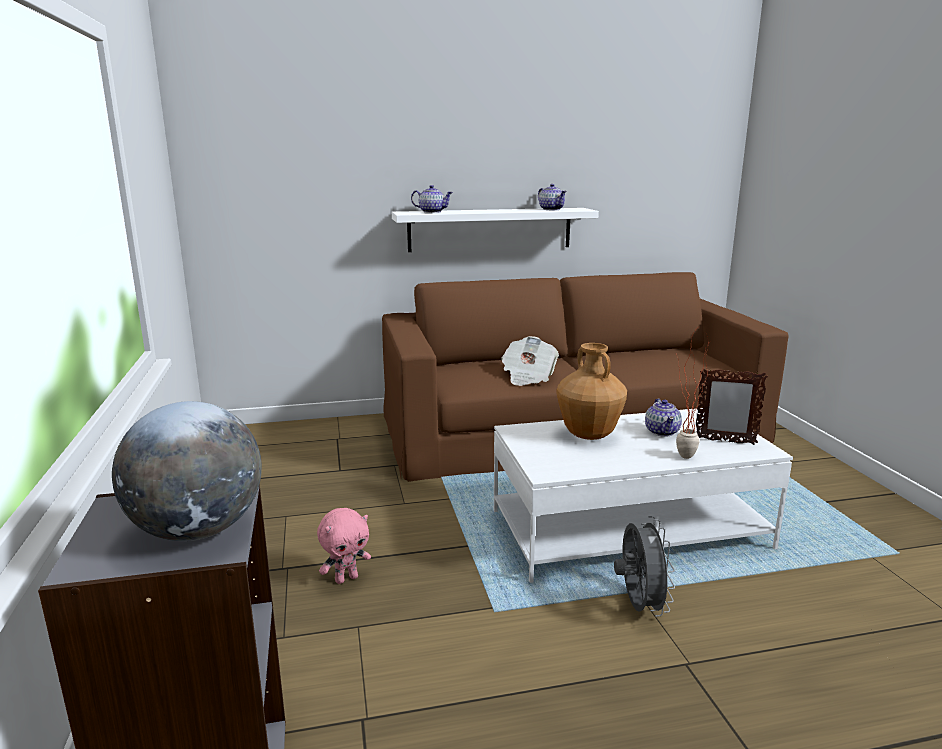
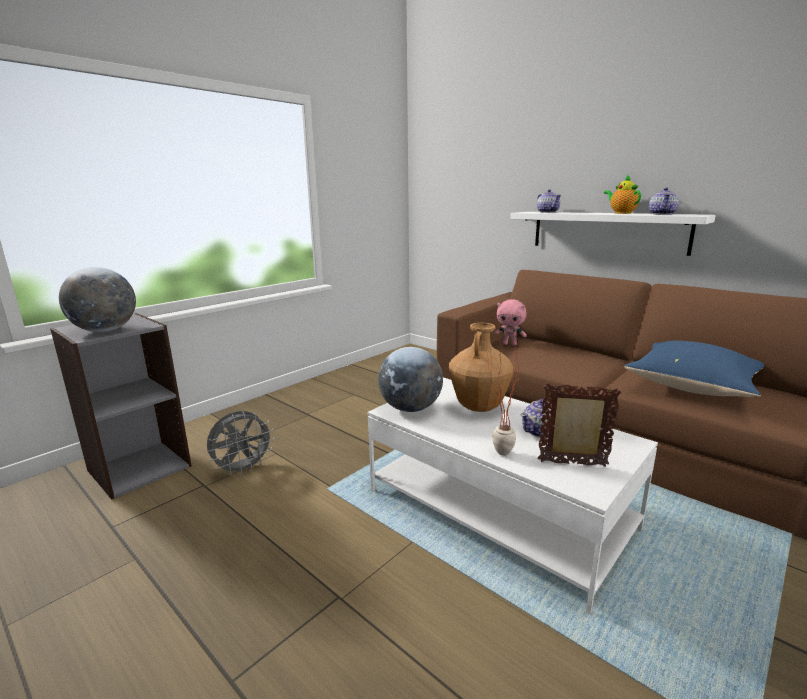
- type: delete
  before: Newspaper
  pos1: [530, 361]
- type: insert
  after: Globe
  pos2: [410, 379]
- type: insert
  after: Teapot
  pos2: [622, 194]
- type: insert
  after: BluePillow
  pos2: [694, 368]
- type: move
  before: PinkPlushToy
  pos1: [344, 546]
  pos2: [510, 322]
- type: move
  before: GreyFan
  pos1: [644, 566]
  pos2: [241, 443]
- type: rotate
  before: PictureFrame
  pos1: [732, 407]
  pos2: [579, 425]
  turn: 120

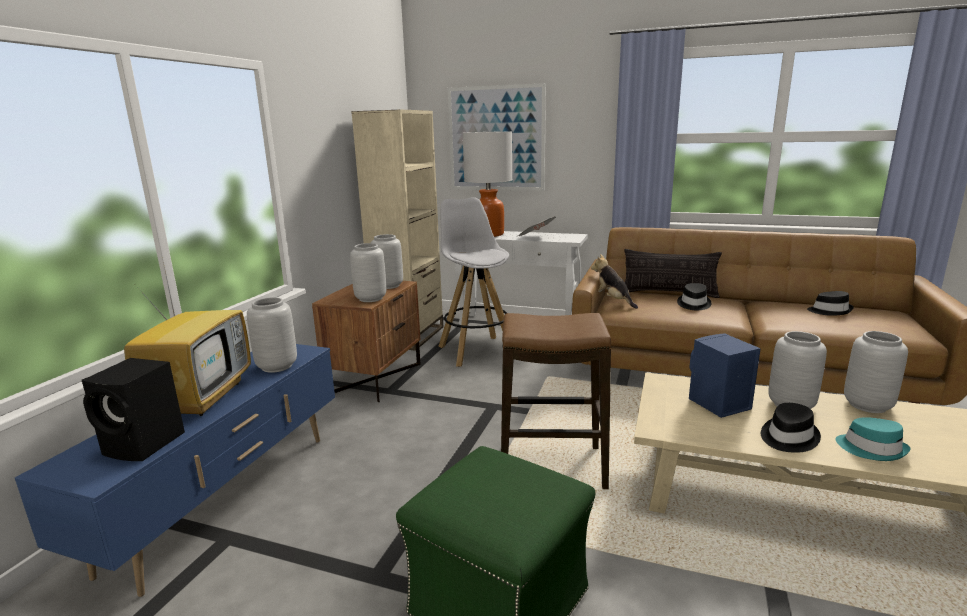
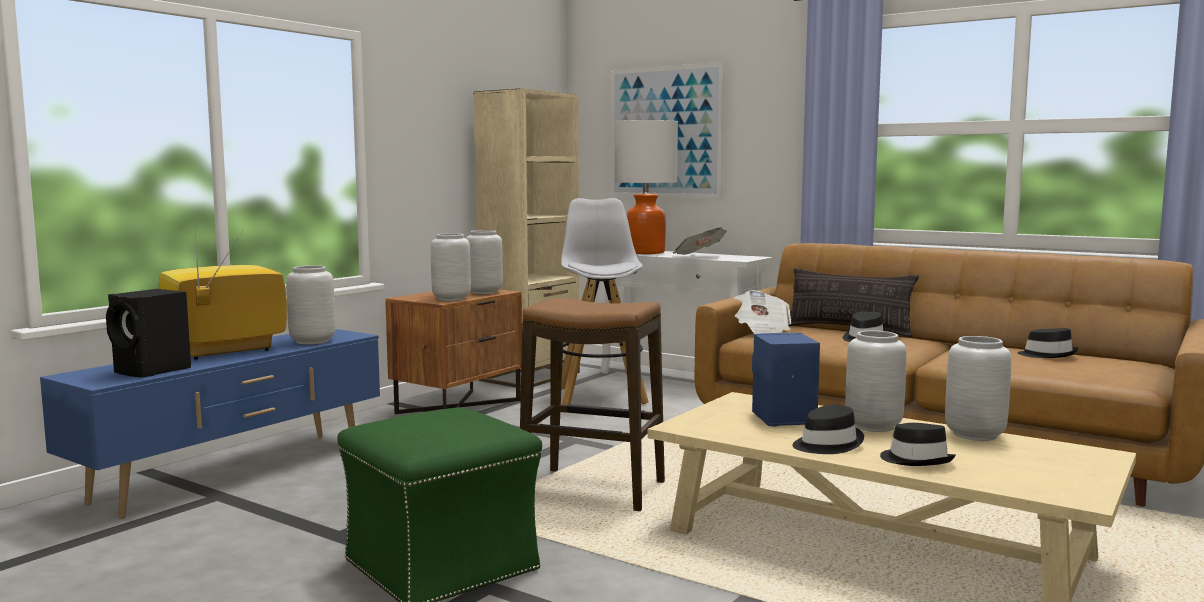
- type: replace
  before: PlushToy
  after: Newspaper
  pos1: [614, 281]
  pos2: [762, 312]
- type: recolor
  before: TurquoiseHat
  after: BlackHat
  pos1: [873, 439]
  pos2: [918, 444]
- type: rotate
  before: Television
  pos1: [187, 341]
  pos2: [222, 289]
  turn: -150

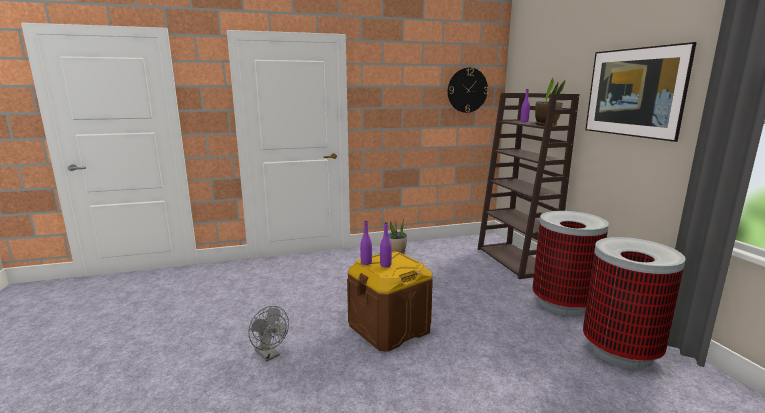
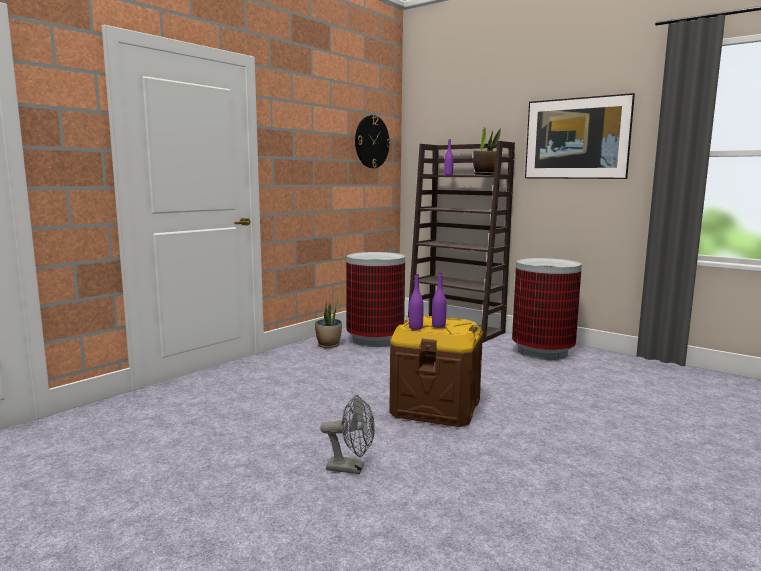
- type: move
  before: TrashCan
  pos1: [634, 303]
  pos2: [375, 299]

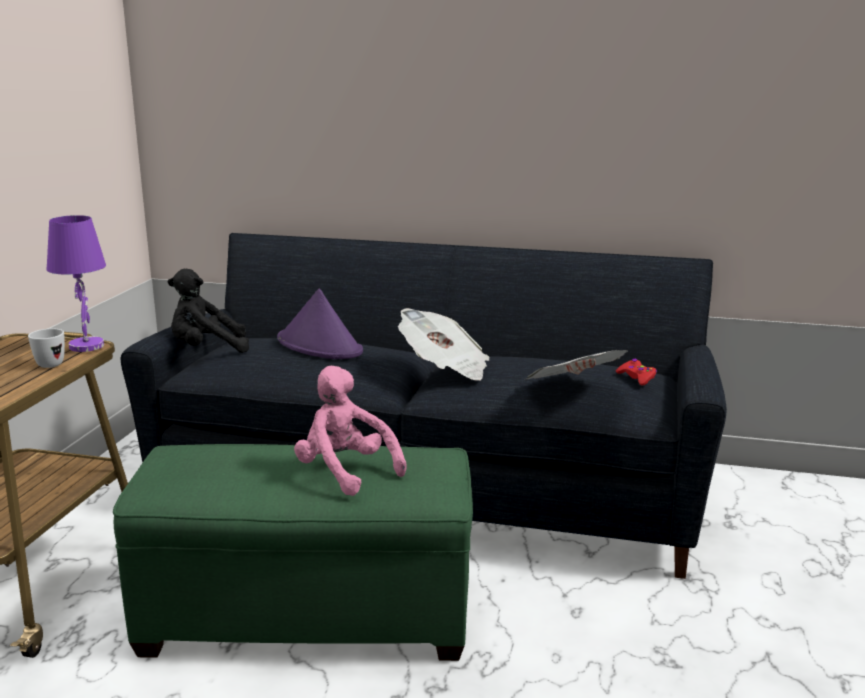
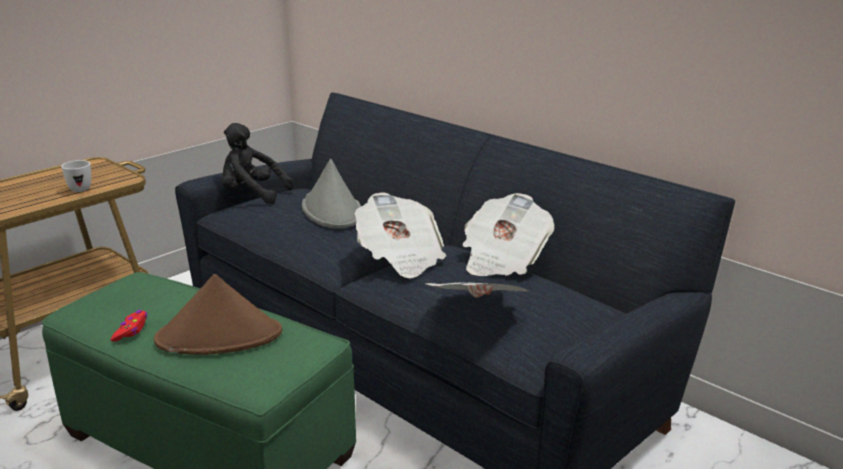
- type: delete
  before: PurpleTableLamp
  pos1: [76, 283]
- type: insert
  after: Newspaper
  pos2: [508, 234]
- type: move
  before: RedGameController
  pos1: [636, 372]
  pos2: [129, 326]
- type: replace
  before: PinkPlushToy
  after: BrownHat
  pos1: [350, 431]
  pos2: [218, 314]
- type: recolor
  before: PurpleHat
  after: GreyHat
  pos1: [320, 324]
  pos2: [331, 194]

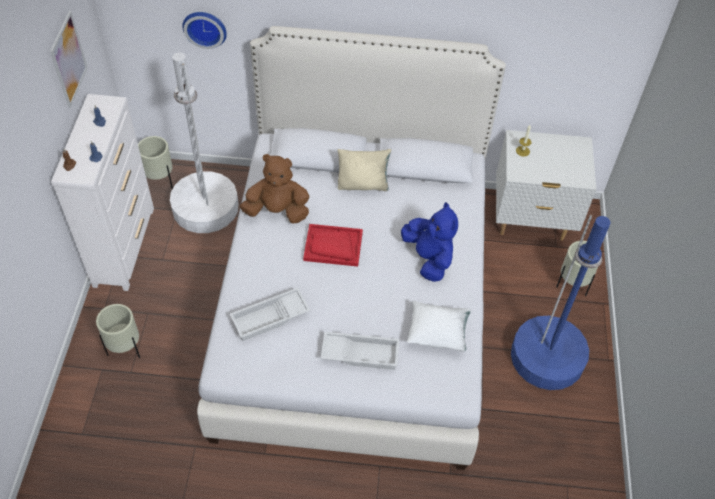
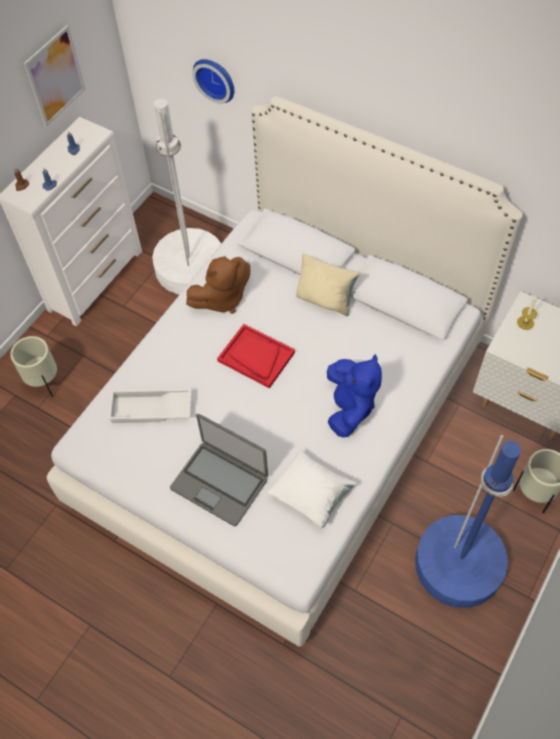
- type: delete
  before: BeigePlanter
  pos1: [155, 162]
- type: replace
  before: WhiteTray
  after: Laptop
  pos1: [360, 350]
  pos2: [219, 470]
- type: rotate
  before: BrownPlushToy
  pos1: [274, 189]
  pos2: [218, 285]
  turn: 120

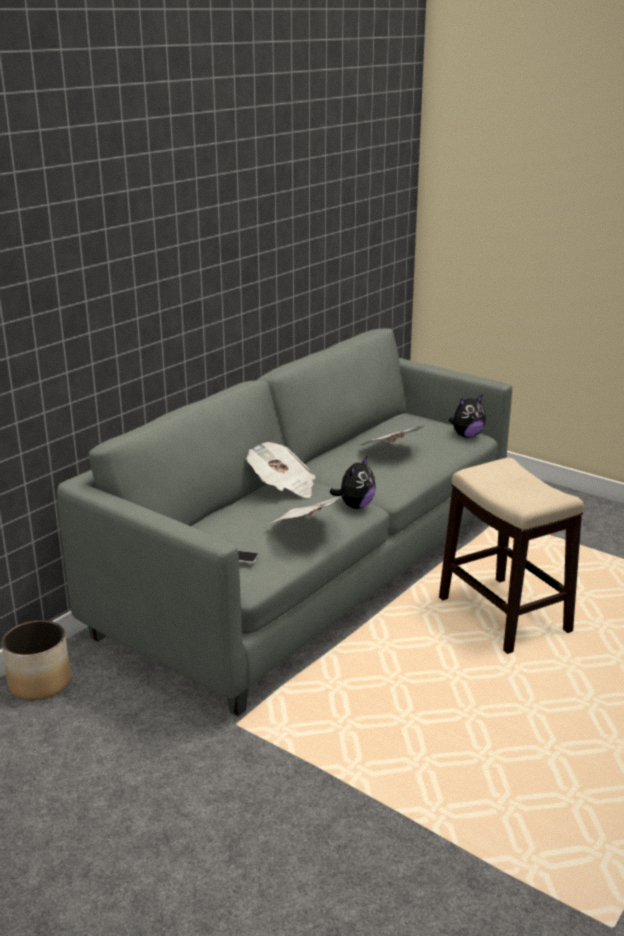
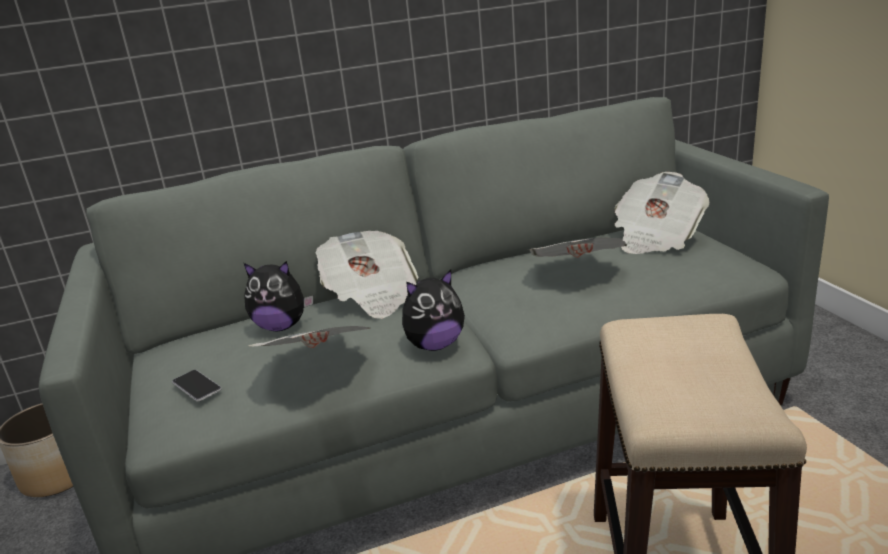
- type: insert
  after: Newspaper
  pos2: [662, 213]
- type: move
  before: PlushToy
  pos1: [467, 416]
  pos2: [278, 296]

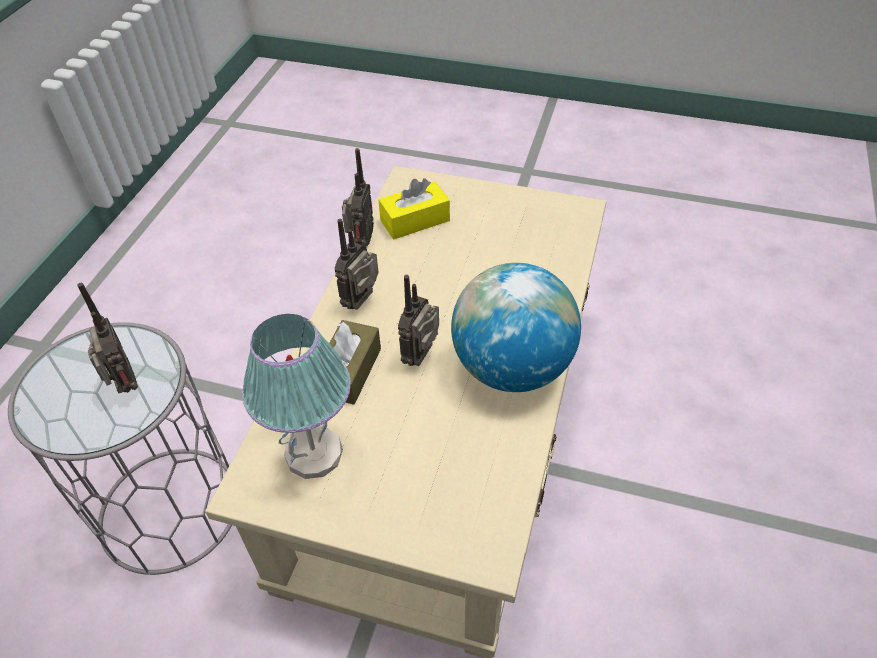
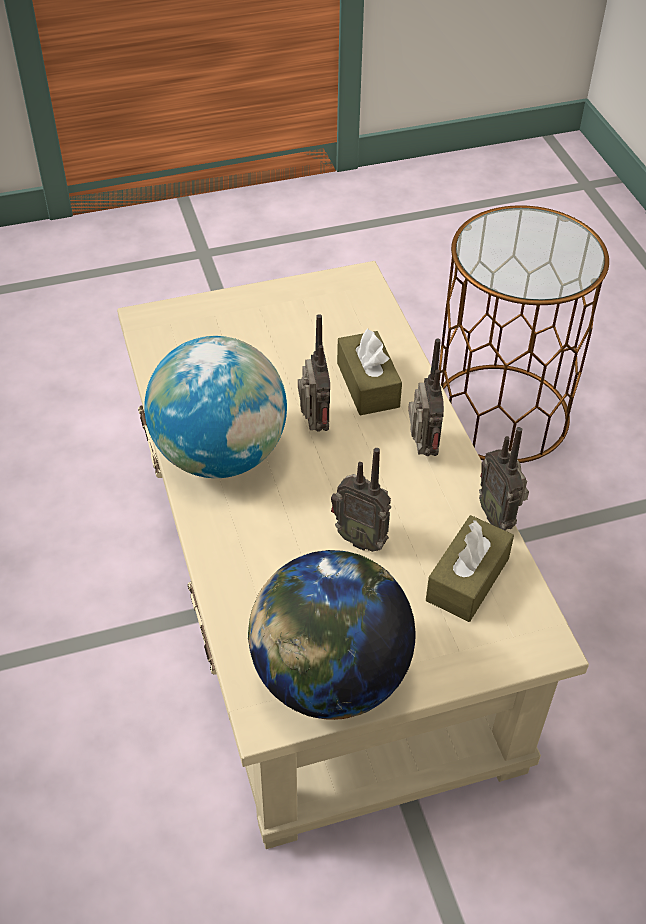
- type: delete
  before: TableLamp
  pos1: [296, 396]
- type: insert
  after: Globe
  pos2: [332, 635]
- type: move
  before: Radio
  pos1: [107, 338]
  pos2: [361, 500]
- type: recolor
  before: GreySideTable
  after: BrownSideTable
  pos1: [120, 448]
  pos2: [524, 334]
- type: recolor
  before: YellowTissueBox
  after: BrownTissueBox
  pos1: [414, 208]
  pos2: [470, 568]

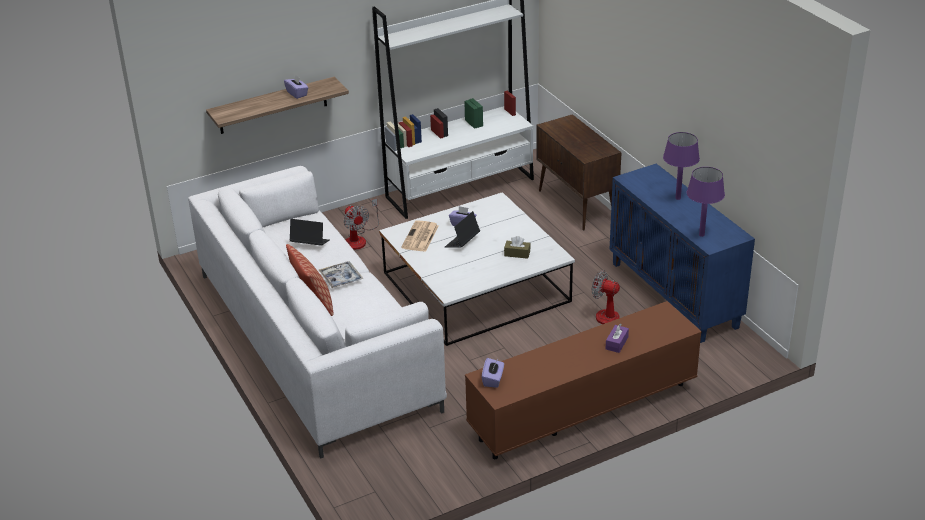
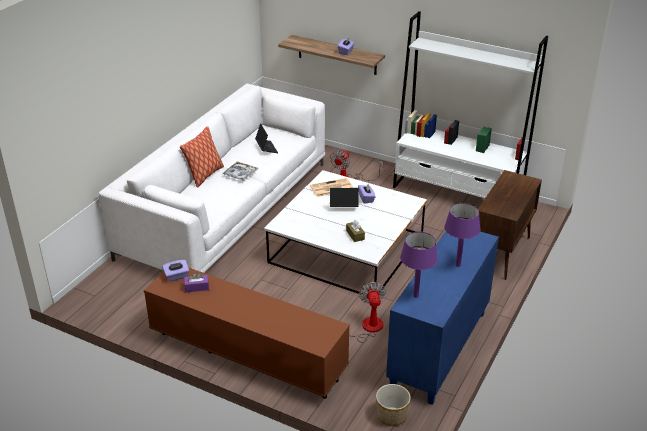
- type: insert
  after: Planter
  pos2: [393, 405]
- type: move
  before: PurpleTissueBox
  pos1: [617, 338]
  pos2: [196, 282]

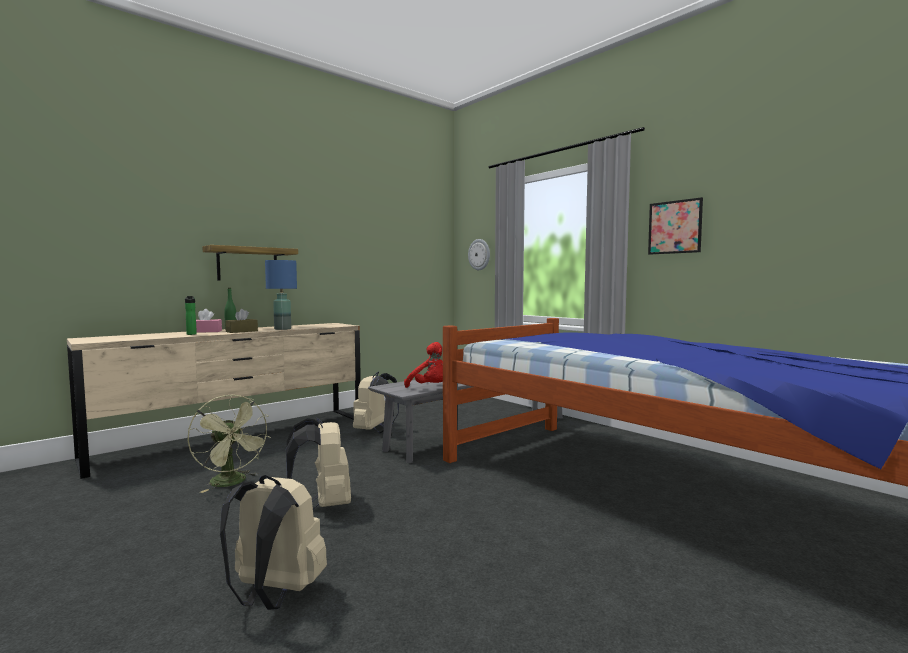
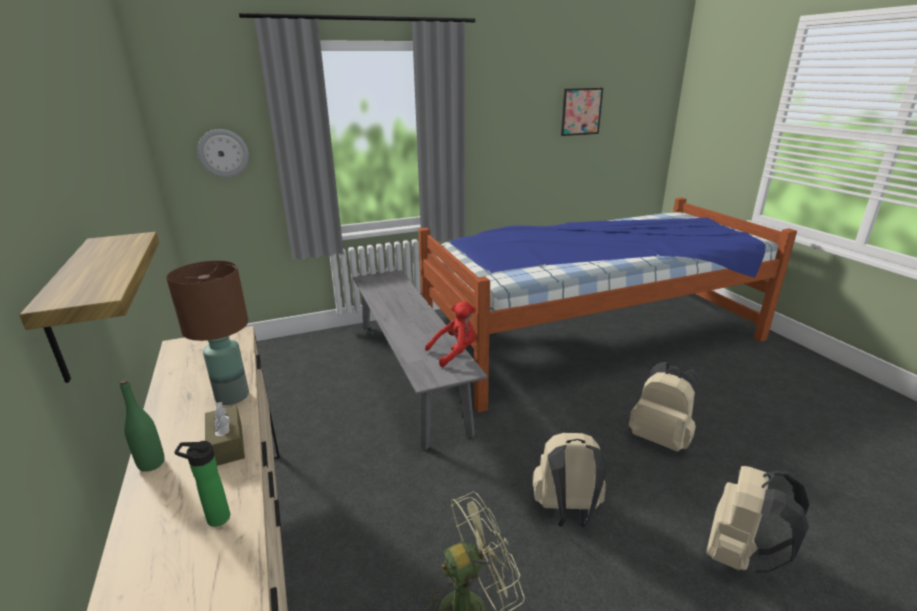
- type: delete
  before: PinkTissueBox
  pos1: [209, 321]
- type: move
  before: BeigeBackpack
  pos1: [376, 402]
  pos2: [665, 407]
- type: move
  before: Picture
  pos1: [675, 226]
  pos2: [582, 112]
- type: recolor
  before: BlueTableLamp
  after: BrownTableLamp
  pos1: [281, 295]
  pos2: [207, 332]

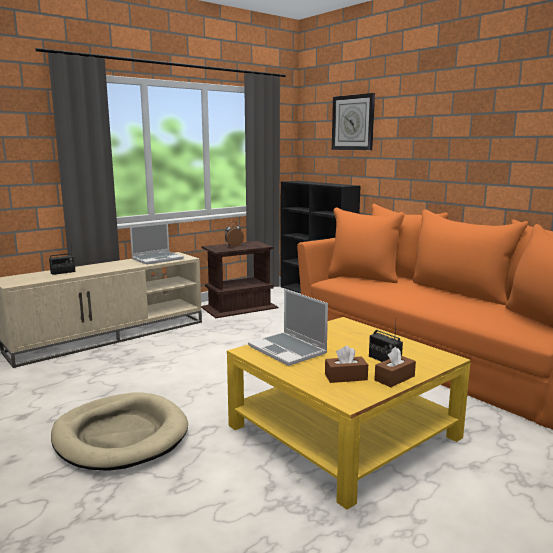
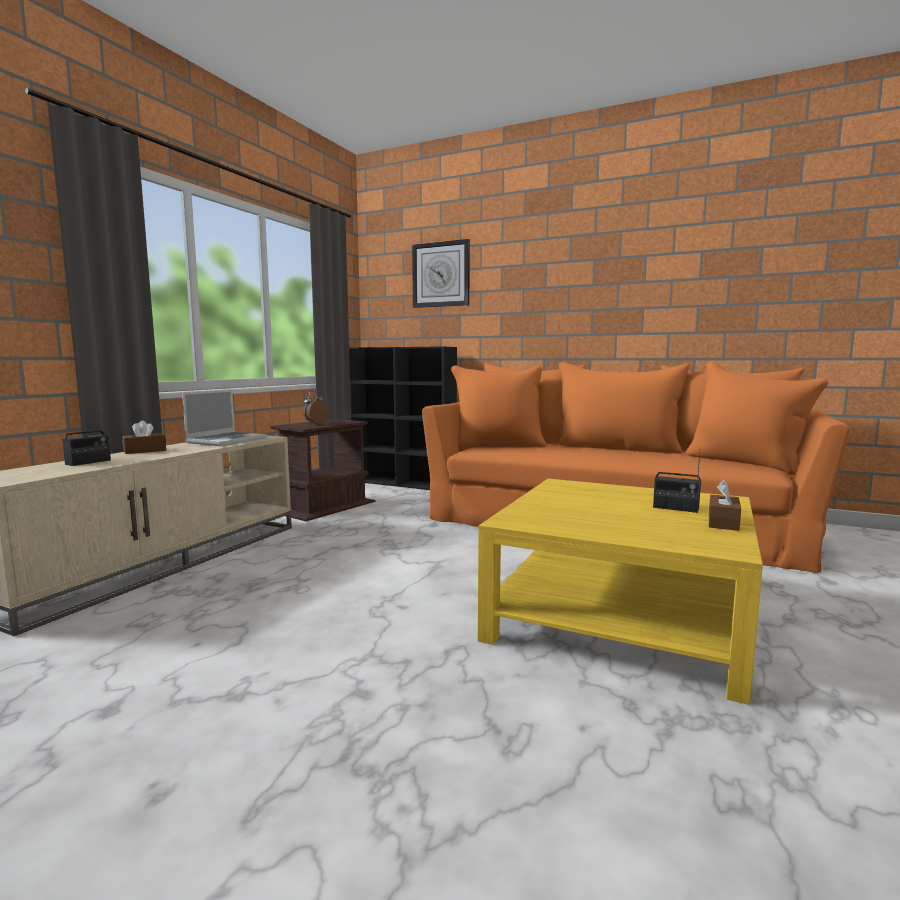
- type: delete
  before: BeigeDogBed
  pos1: [119, 431]
- type: delete
  before: Laptop
  pos1: [288, 327]
- type: move
  before: BrownTissueBox
  pos1: [346, 364]
  pos2: [144, 437]

